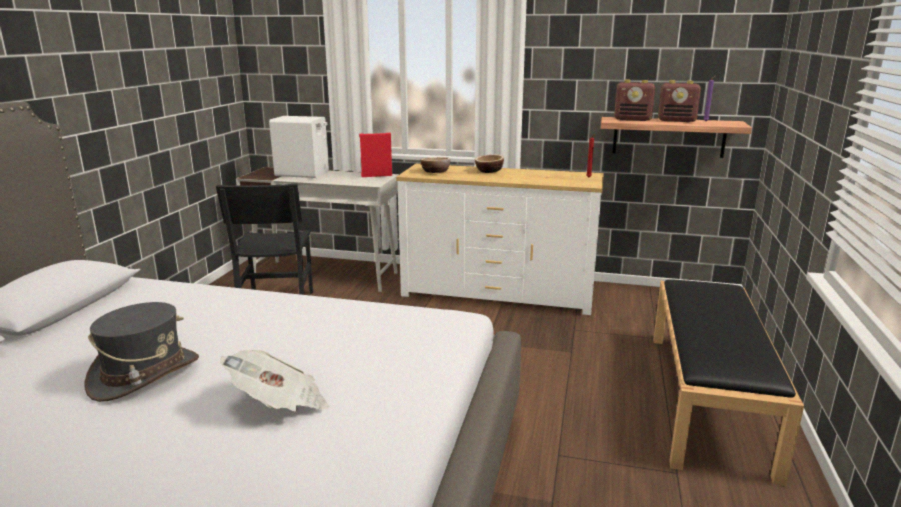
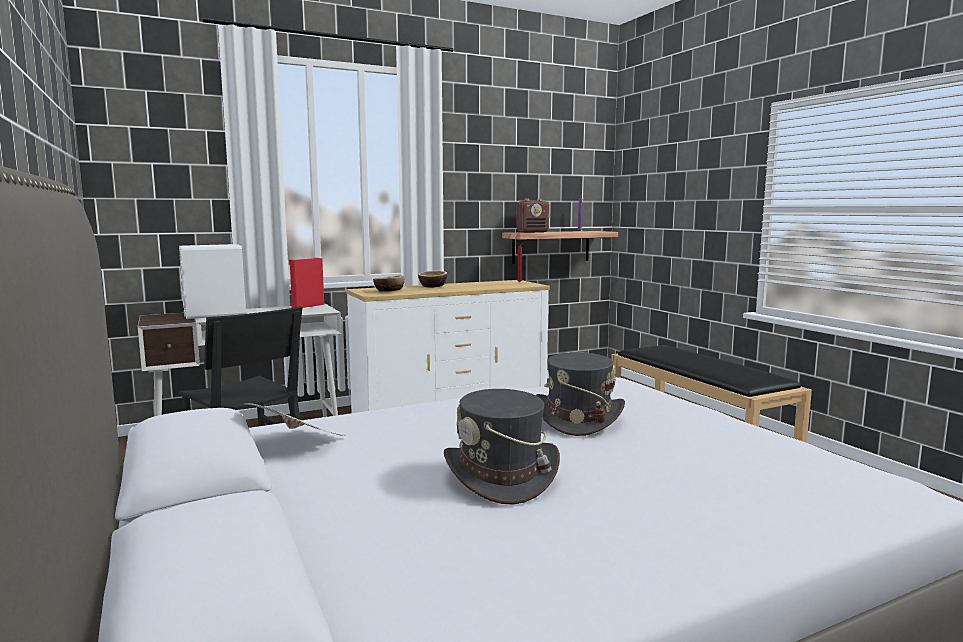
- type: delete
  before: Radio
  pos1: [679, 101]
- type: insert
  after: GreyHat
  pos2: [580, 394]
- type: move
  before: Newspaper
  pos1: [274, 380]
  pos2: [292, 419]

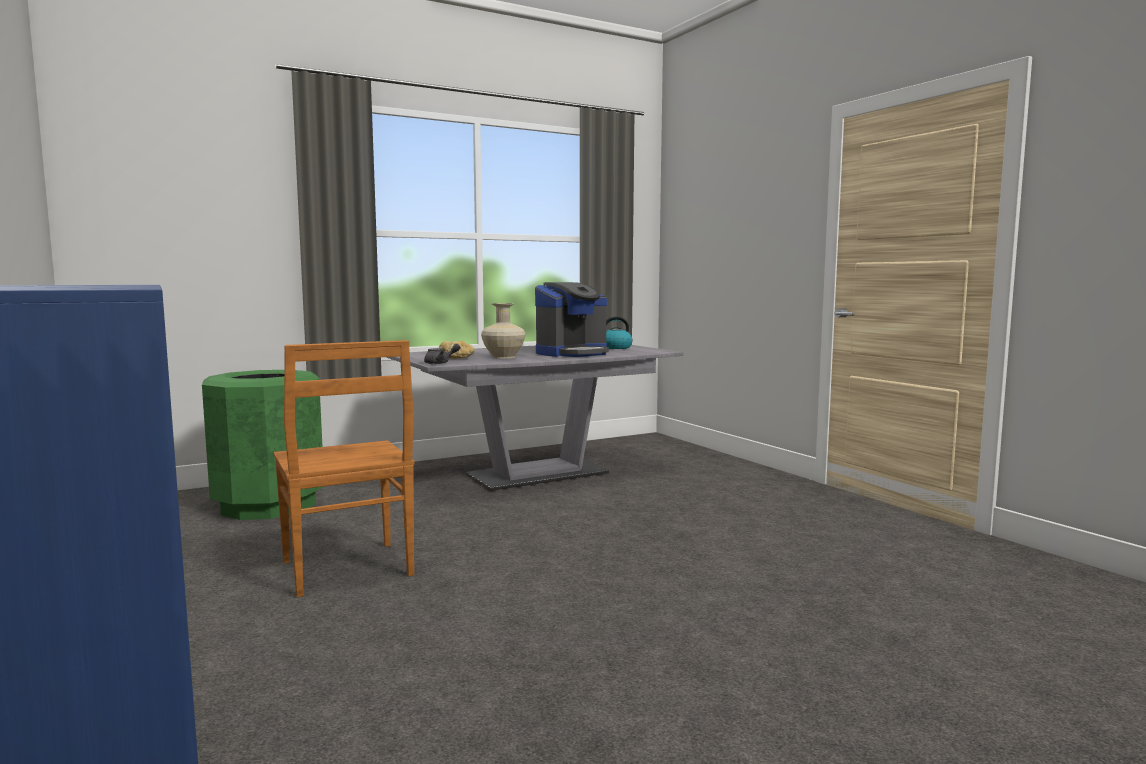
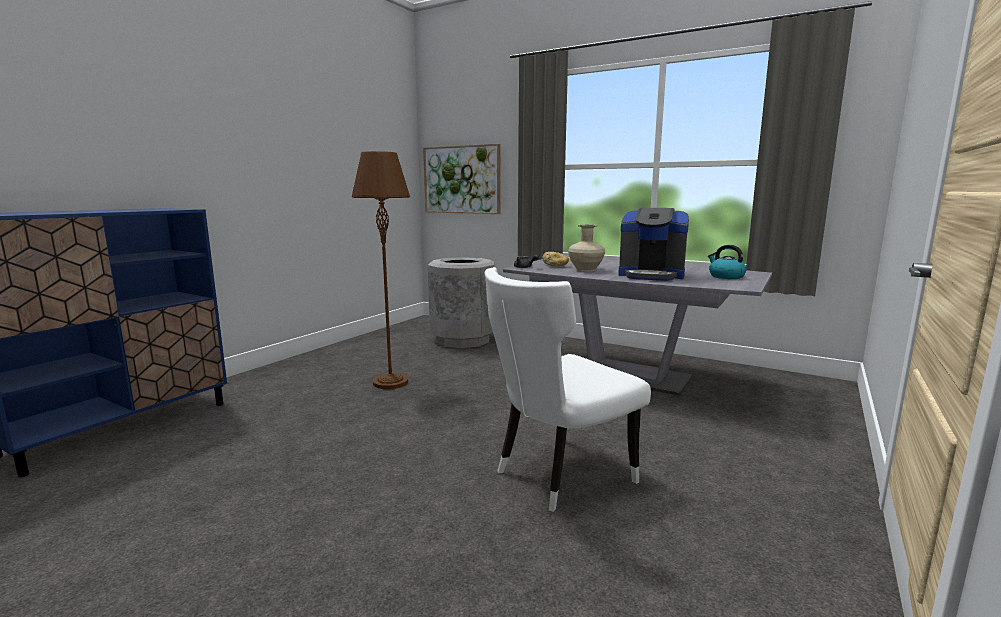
- type: insert
  after: Picture
  pos2: [461, 179]
- type: insert
  after: WhiteChair
  pos2: [568, 389]
- type: replace
  before: BrownChair
  after: BrownFloorLamp
  pos1: [344, 468]
  pos2: [381, 270]
- type: recolor
  before: GreenTrashCan
  after: GreyTrashCan
  pos1: [263, 445]
  pos2: [461, 302]

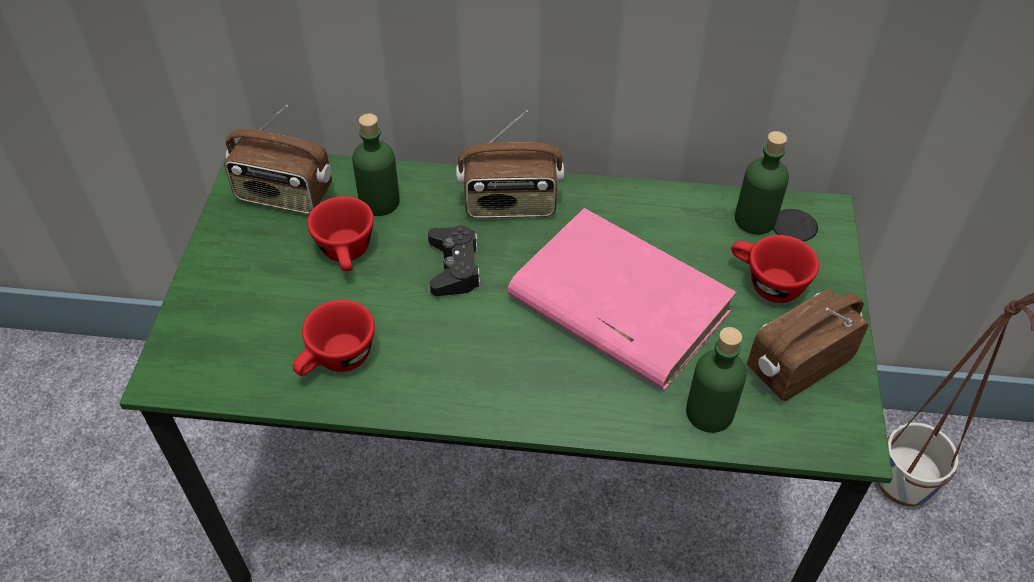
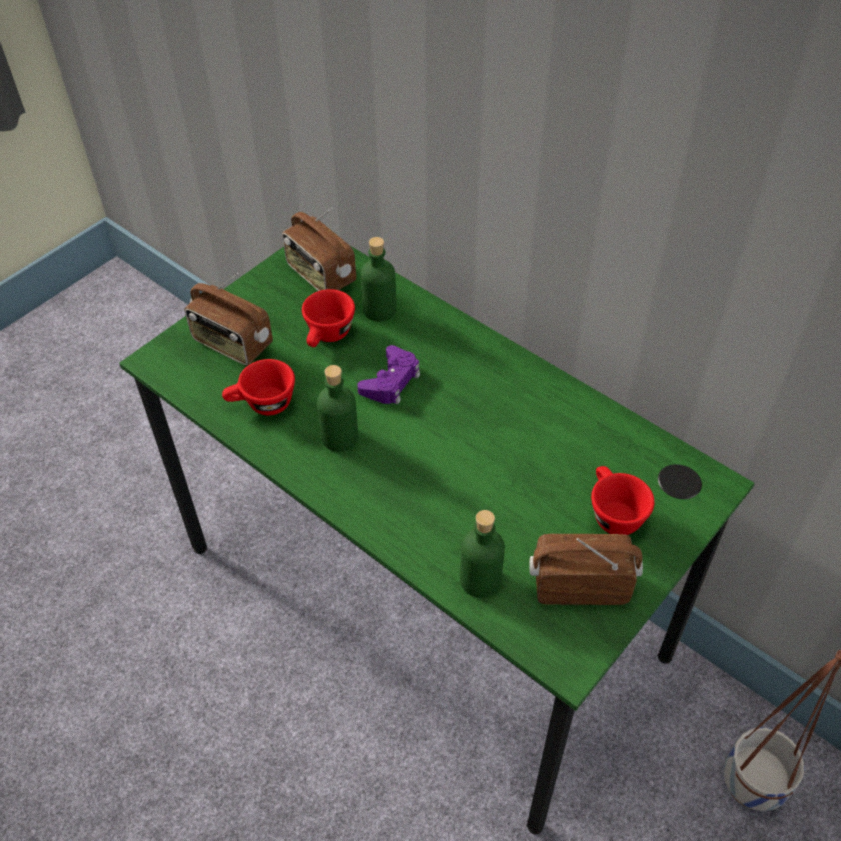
- type: delete
  before: PinkBook
  pos1: [622, 299]
- type: move
  before: Radio
  pos1: [510, 164]
  pos2: [228, 319]
- type: move
  before: GreenBottle
  pos1: [762, 182]
  pos2: [337, 408]
- type: recolor
  before: BlackGameController
  after: PurpleGameController
  pos1: [455, 261]
  pos2: [388, 375]

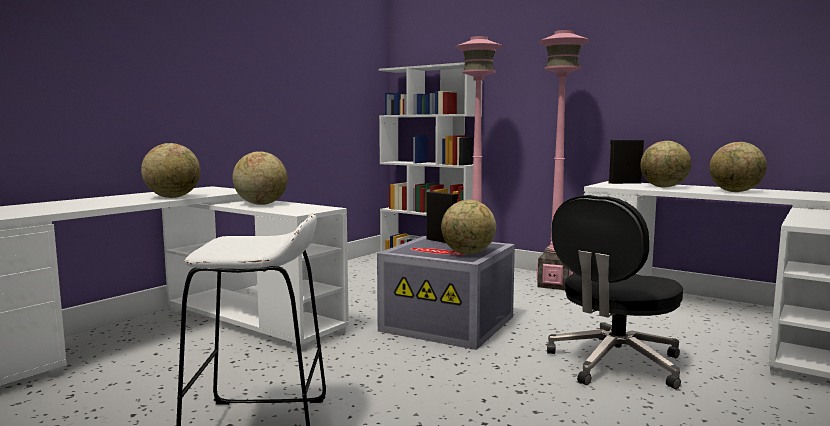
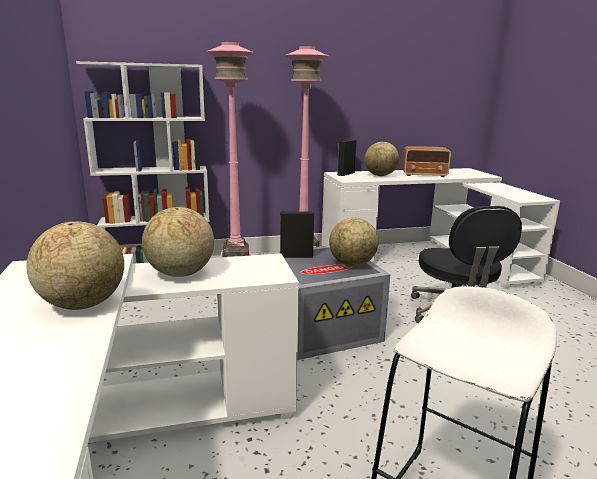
- type: replace
  before: Globe
  after: Radio
  pos1: [738, 167]
  pos2: [426, 161]

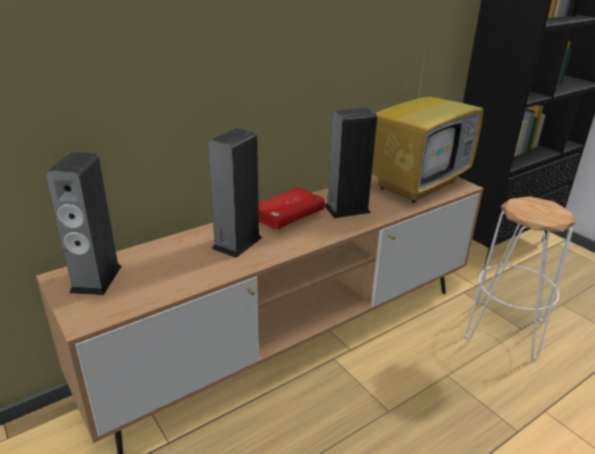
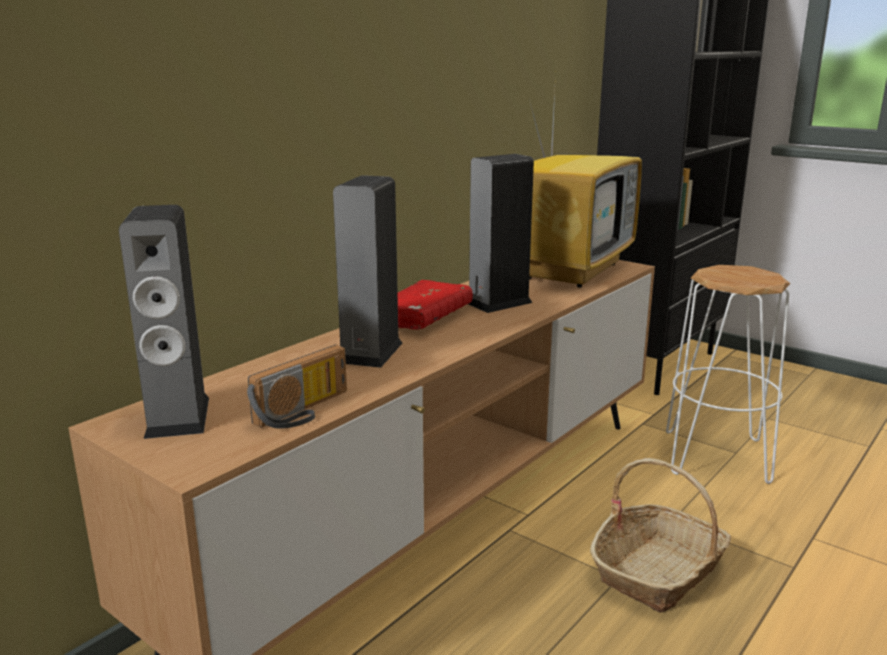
- type: insert
  after: Radio
  pos2: [297, 387]
- type: insert
  after: Basket
  pos2: [660, 535]

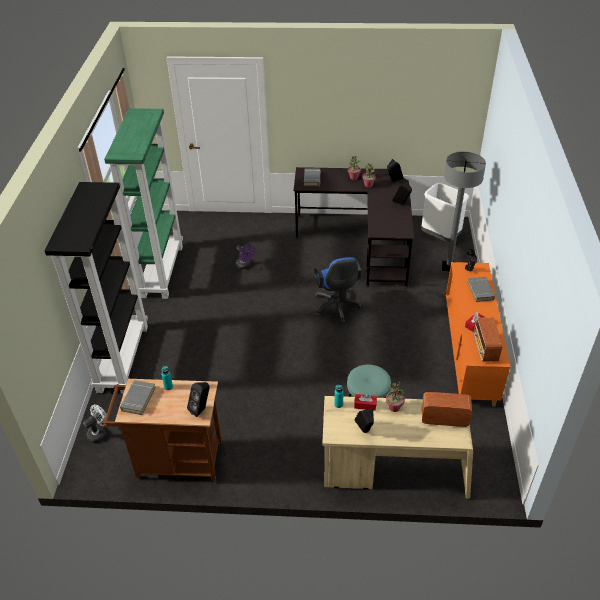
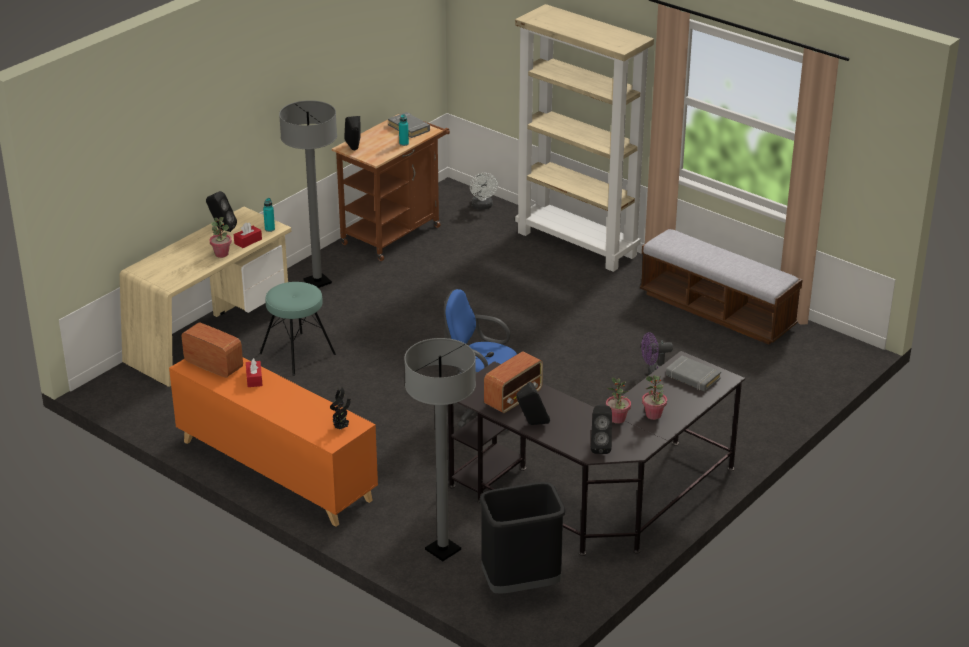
- type: delete
  before: GreyBook
  pos1: [481, 289]
- type: insert
  after: GreyFloorLamp
  pos2: [308, 194]
- type: move
  before: Radio
  pos1: [447, 409]
  pos2: [513, 382]
- type: replace
  before: GreenBookcase
  after: Bench
  pos1: [143, 203]
  pos2: [721, 286]
- type: recolor
  before: BlackBookcase
  after: BeigeBookcase
  pos1: [96, 288]
  pos2: [584, 138]
- type: recolor
  before: WhiteTrashCan
  after: BlackTrashCan
  pos1: [445, 212]
  pos2: [522, 538]

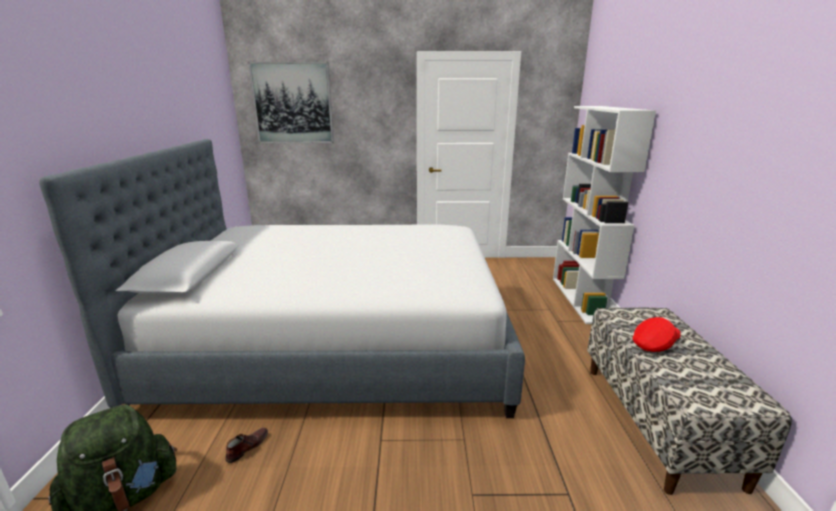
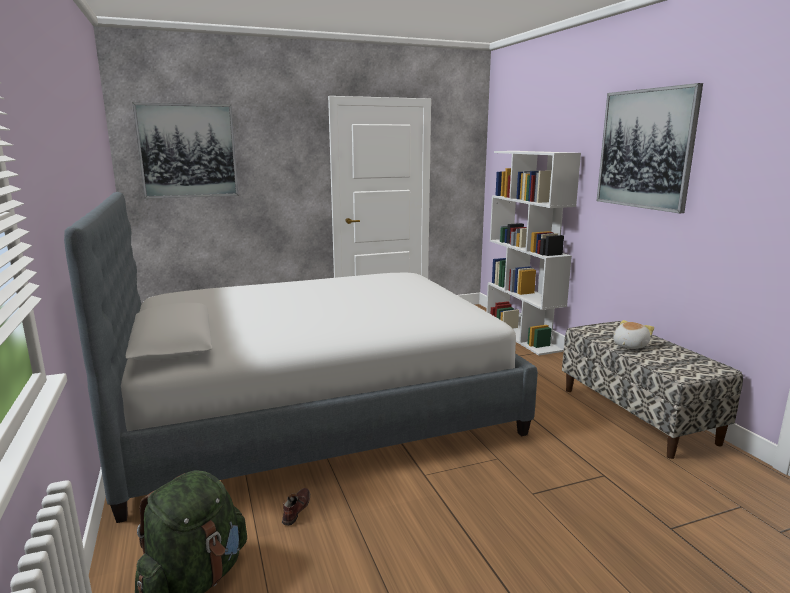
- type: insert
  after: Picture
  pos2: [650, 148]
- type: replace
  before: RedCap
  after: PlushToy
  pos1: [656, 334]
  pos2: [633, 334]

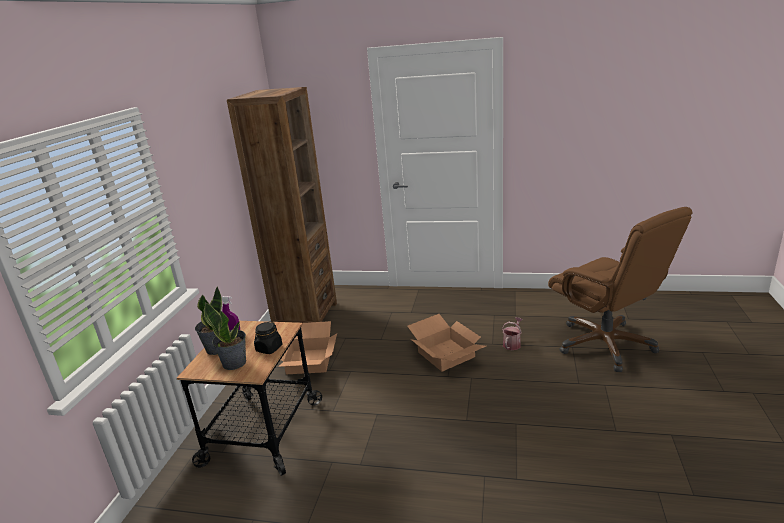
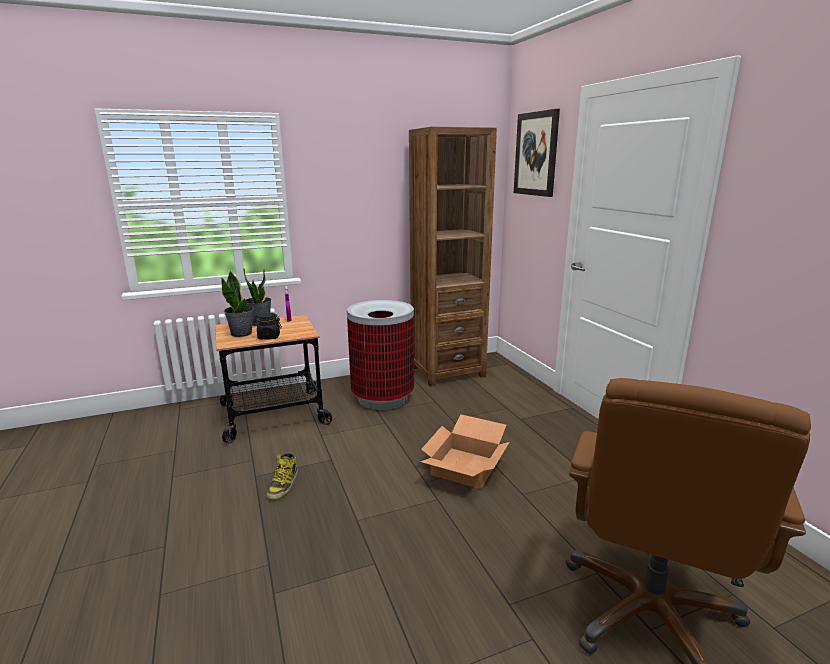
- type: delete
  before: WateringCan
  pos1: [512, 333]
- type: insert
  after: Boot
  pos2: [282, 476]
- type: insert
  after: Picture
  pos2: [537, 153]
- type: replace
  before: CardboardBox
  after: TrashCan
  pos1: [307, 347]
  pos2: [380, 355]

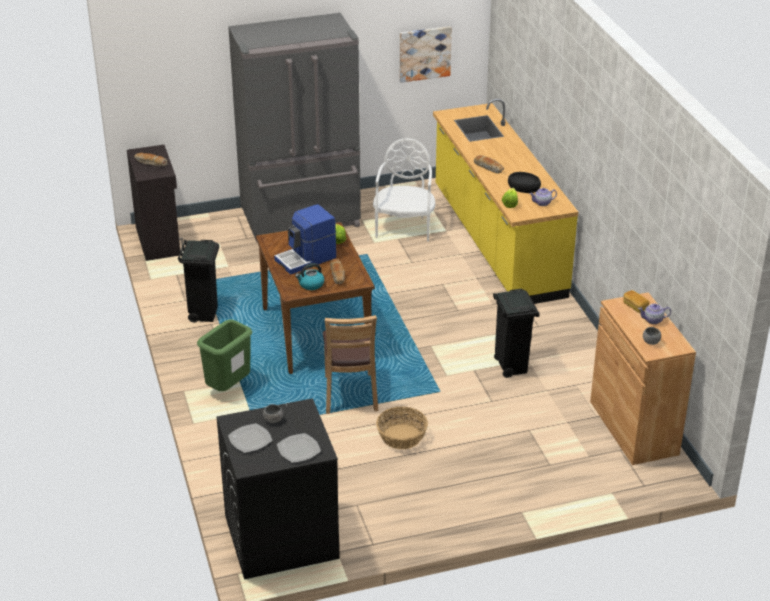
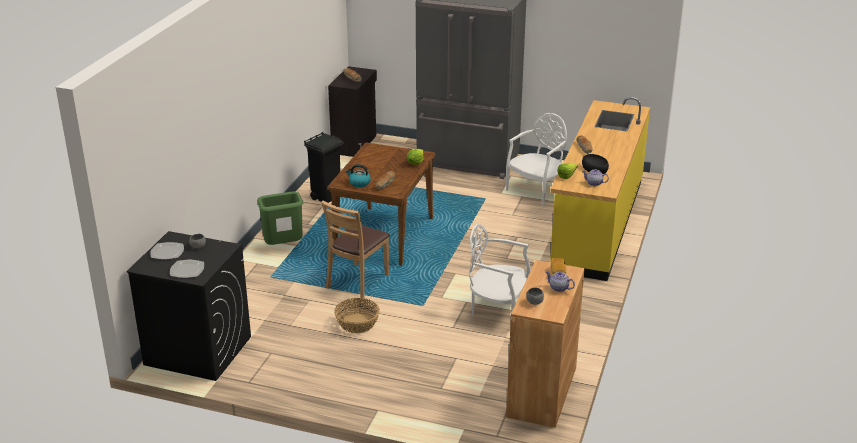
- type: delete
  before: CoffeeMachine
  pos1: [305, 239]
- type: delete
  before: Picture
  pos1: [426, 54]
- type: replace
  before: BlackTrashCan
  after: WhiteChair
  pos1: [516, 333]
  pos2: [500, 271]

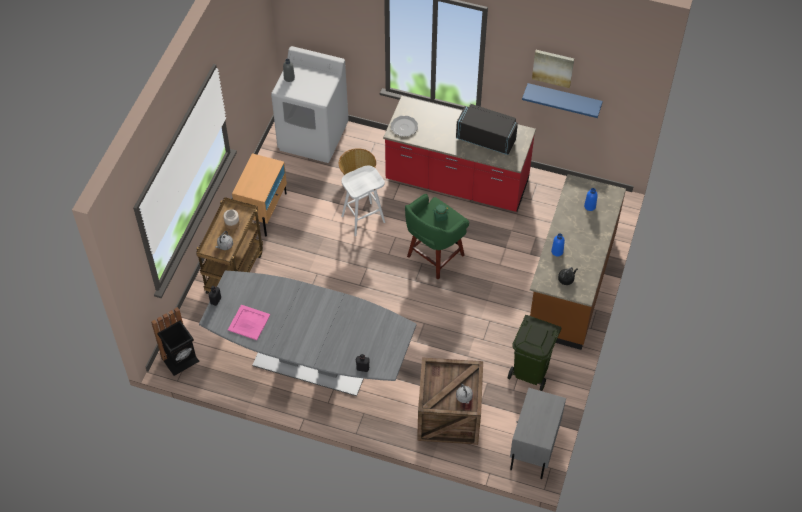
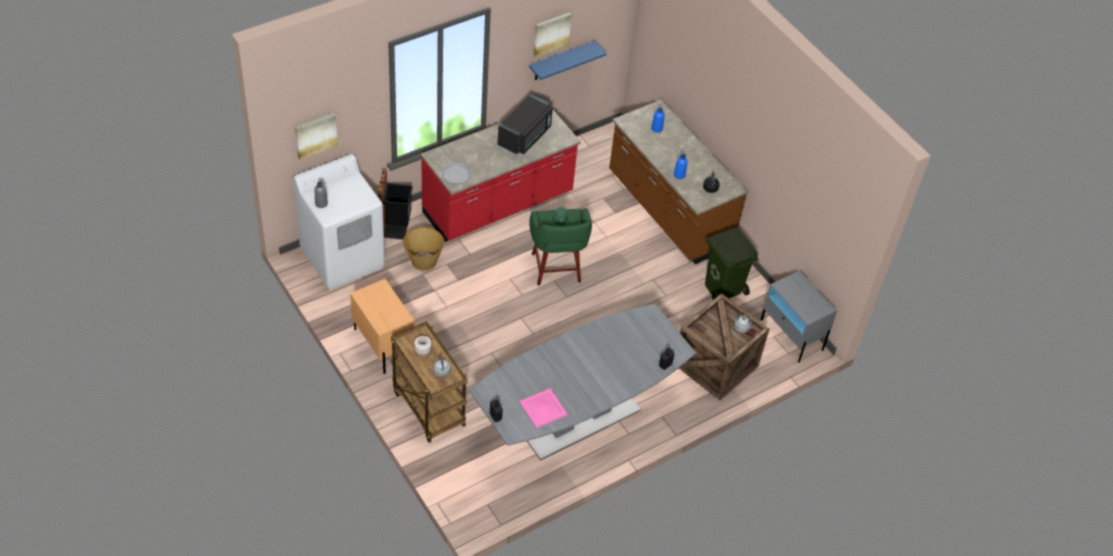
- type: delete
  before: WhiteStool
  pos1: [363, 201]
- type: insert
  after: Picture
  pos2: [316, 136]
- type: move
  before: BlackTrashCan
  pos1: [175, 341]
  pos2: [395, 204]
- type: rotate
  before: BlackMicrowave
  pos1: [487, 129]
  pos2: [525, 124]
  turn: 150

